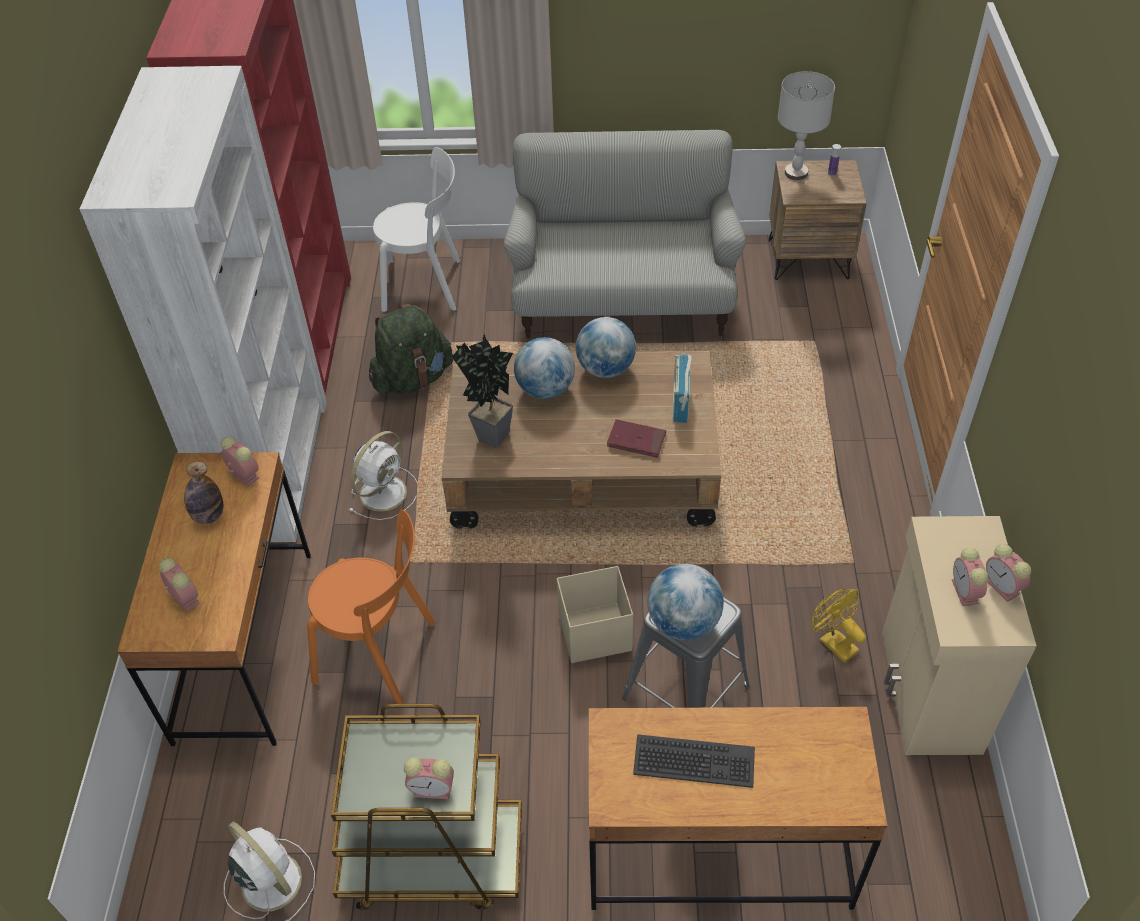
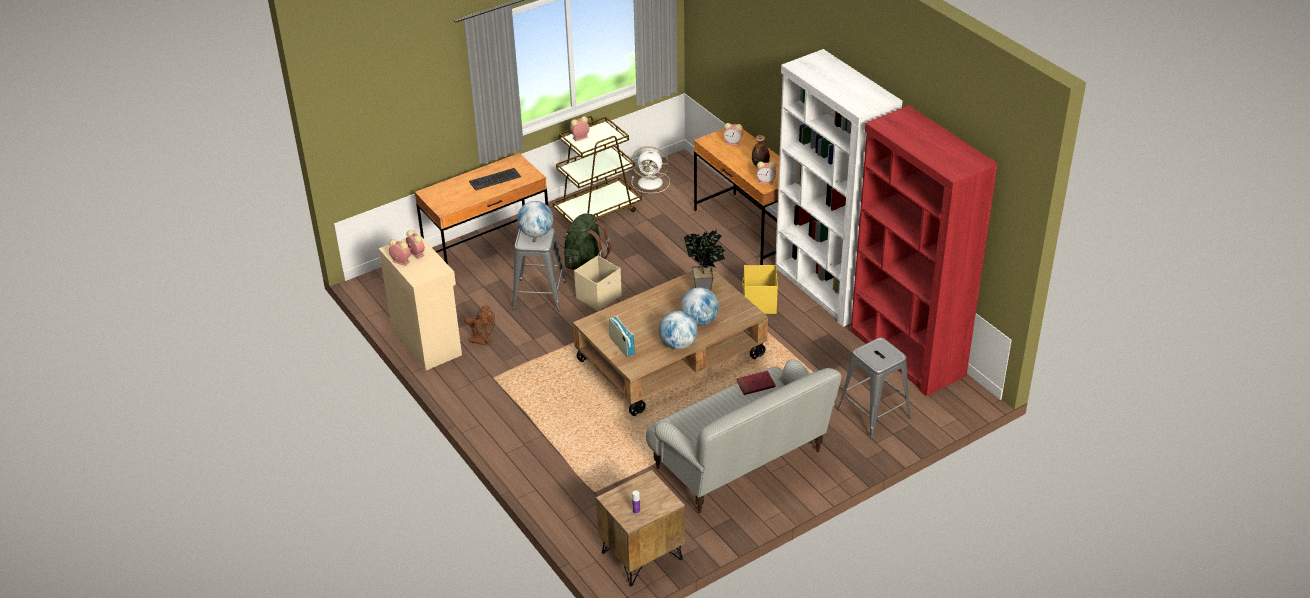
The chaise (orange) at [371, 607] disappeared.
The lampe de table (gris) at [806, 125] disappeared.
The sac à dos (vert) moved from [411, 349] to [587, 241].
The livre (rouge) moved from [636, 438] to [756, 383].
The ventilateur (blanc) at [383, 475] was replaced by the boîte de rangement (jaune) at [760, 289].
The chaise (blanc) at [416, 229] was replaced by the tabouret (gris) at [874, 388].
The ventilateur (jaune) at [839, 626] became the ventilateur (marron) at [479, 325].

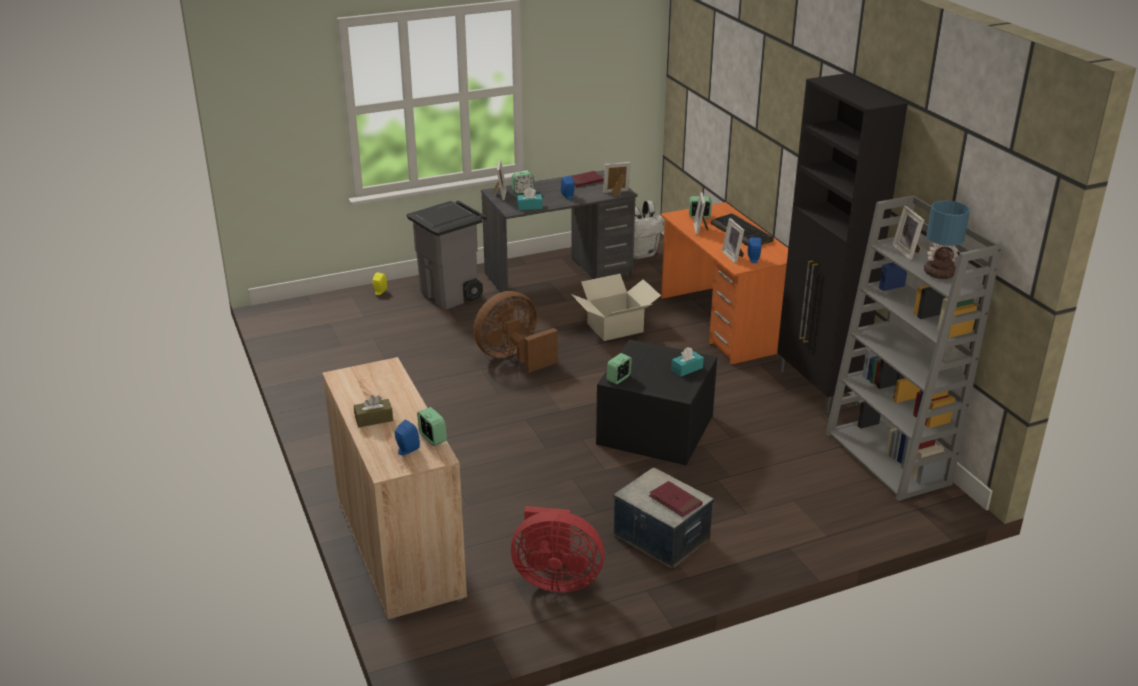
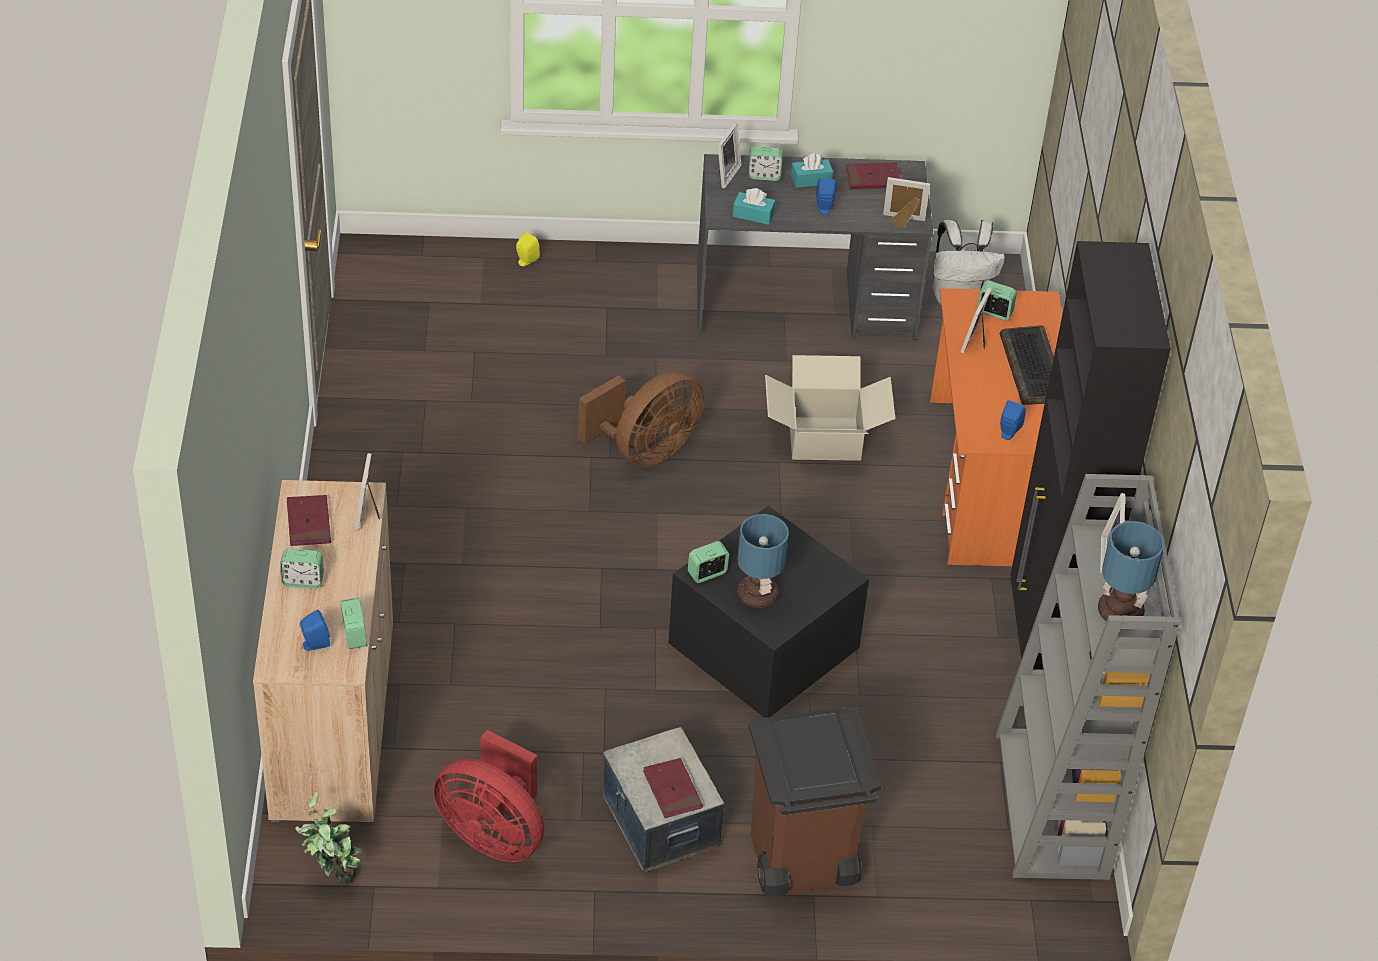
The poubelle (gris) at [447, 255] disappeared.
The livre (rouge) at [309, 520] appeared.
The plante en pot at [329, 838] appeared.
The lampe de table at [763, 561] appeared.
The poubelle (marron) at [815, 801] appeared.
The boîte à mouchoirs (turquoise) moved from [687, 361] to [812, 170].
The cadre photo moved from [733, 241] to [367, 492].
The boîte à mouchoirs (marron) at [373, 411] was replaced by the réveil at [302, 569].
The ventilateur (marron) at [515, 332] turned 150 degrees clockwise.

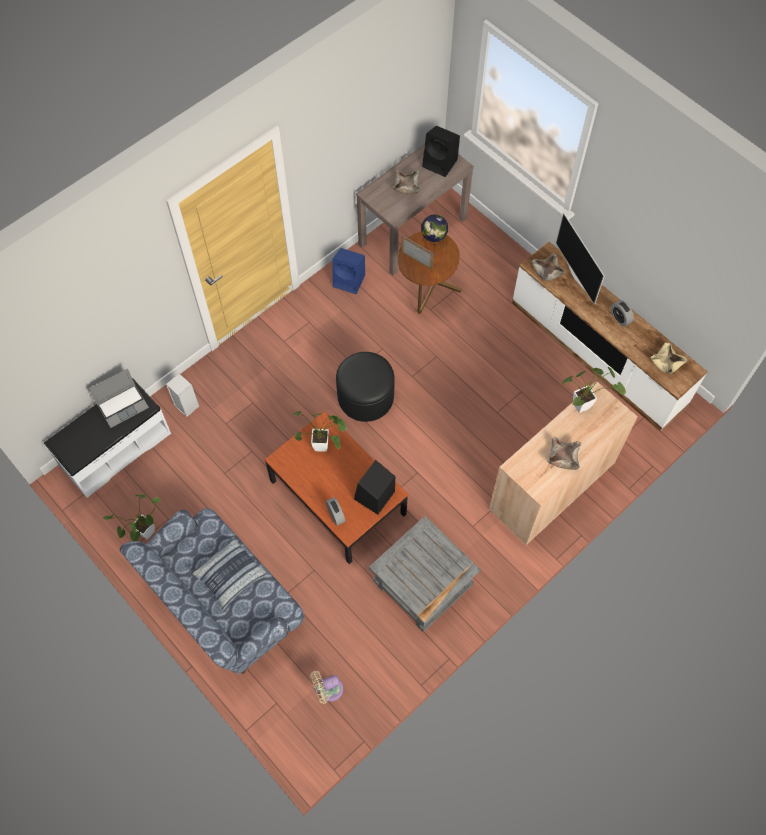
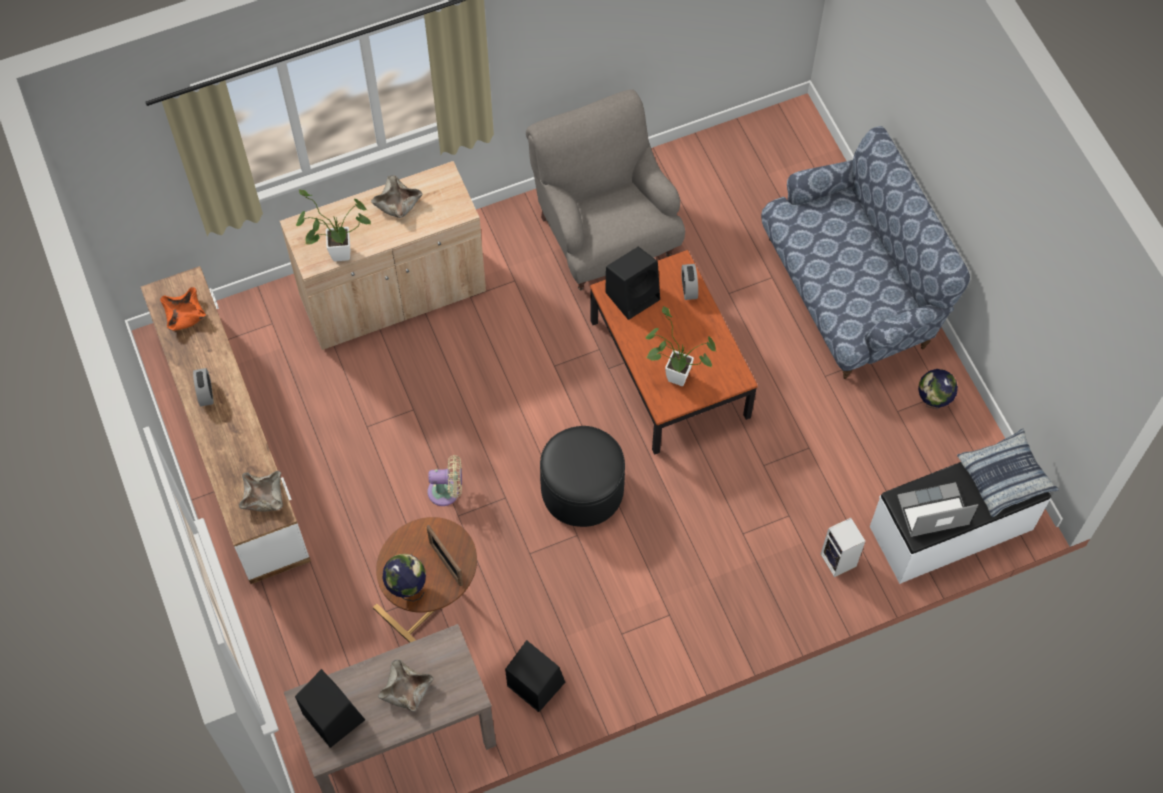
The téléviseur at [580, 259] disappeared.
The coussin moved from [229, 573] to [1008, 473].
The ventilateur (beige) moved from [326, 687] to [445, 480].
The plante en pot at [131, 517] was replaced by the globe at [938, 389].
The table d'appoint (gris) at [425, 574] was replaced by the fauteuil (gris) at [605, 190].
The enceinte (bleu) at [348, 271] became the enceinte (noir) at [535, 676].
The bol (beige) at [669, 358] became the bol (orange) at [183, 309].

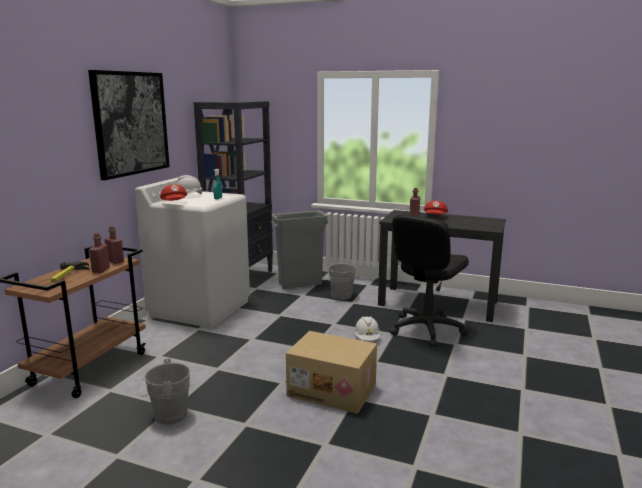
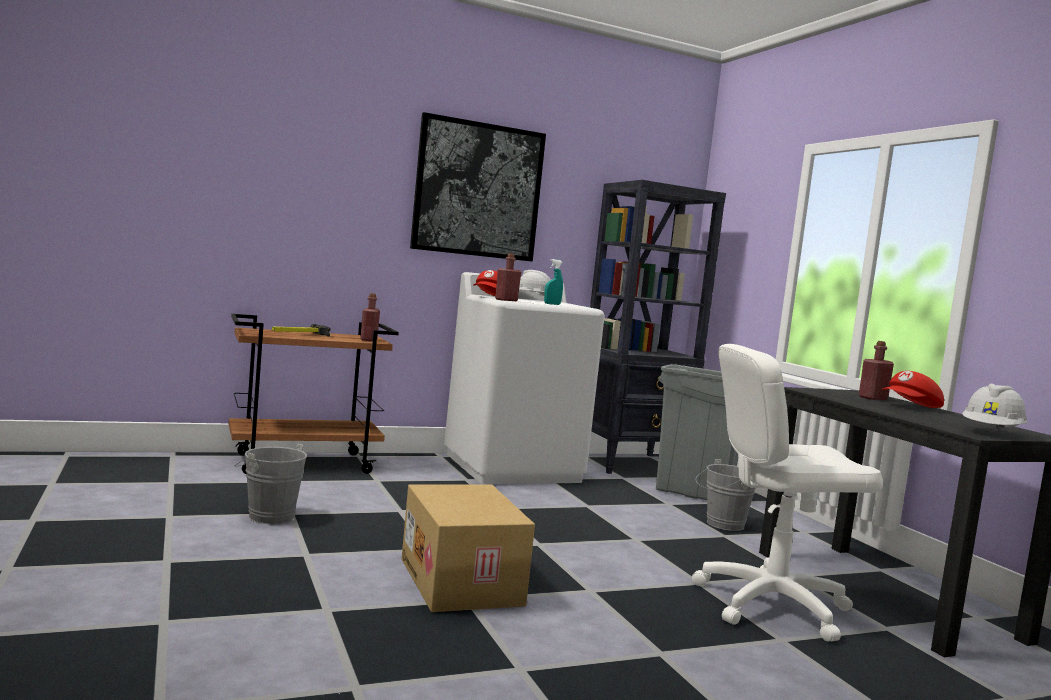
The bouteille (rouge) moved from [99, 253] to [508, 277].
The casque de chantier (blanc) moved from [367, 328] to [995, 406].
The chaise de bureau (noir) at [429, 280] became the chaise de bureau (blanc) at [787, 493].

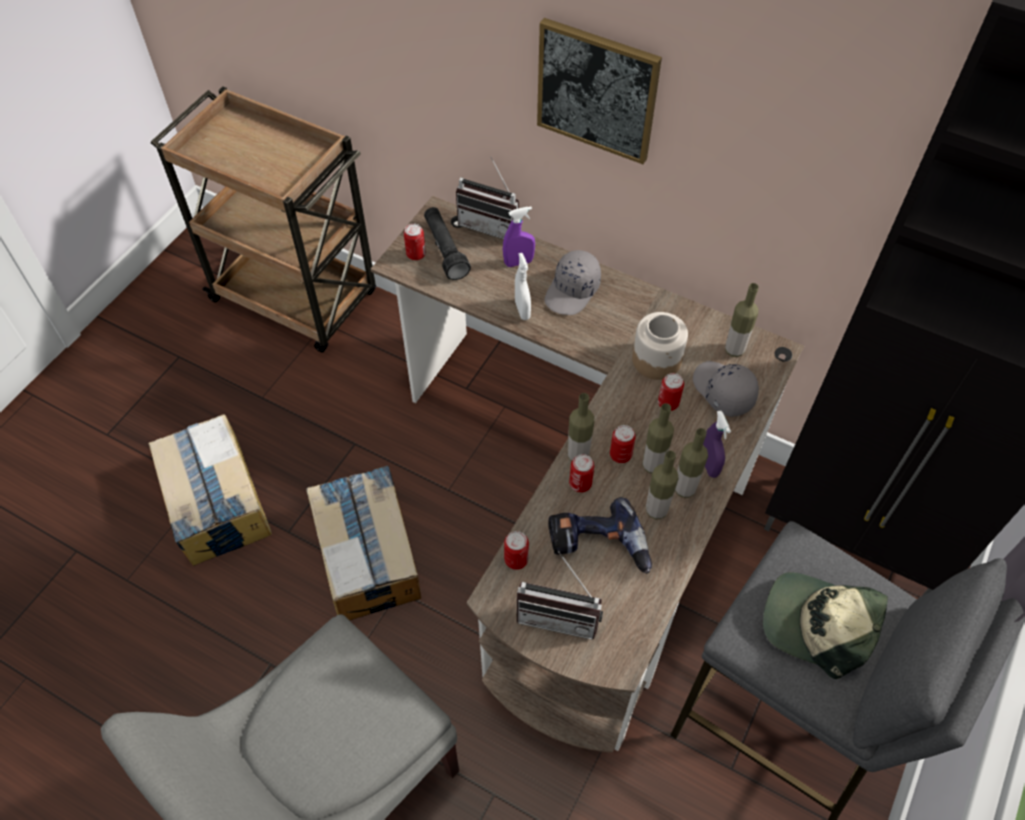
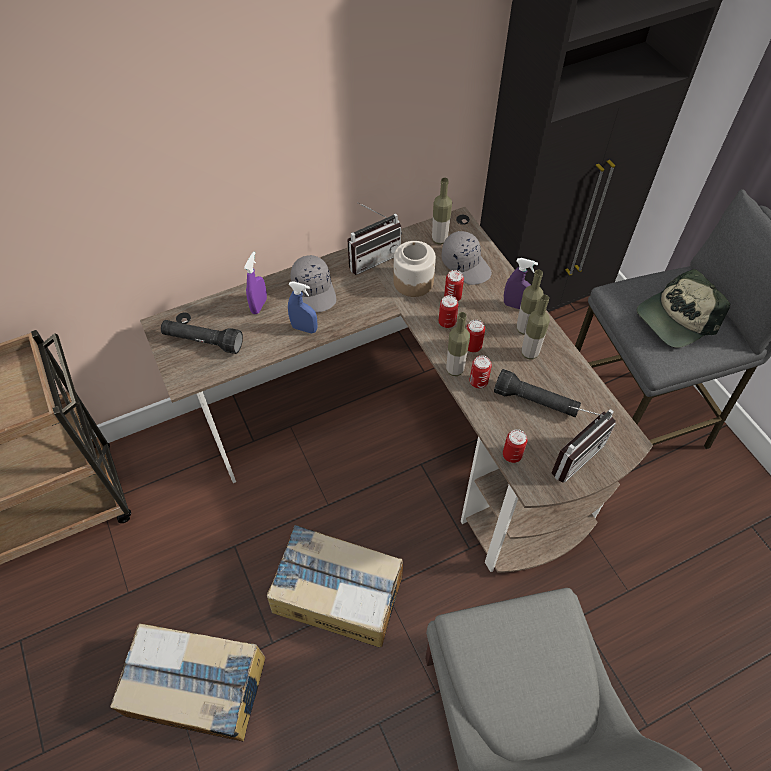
The tableau at [599, 91] disappeared.
The bouteille at [658, 438] disappeared.
The boîte métallique moved from [415, 242] to [448, 311].
The radio moved from [487, 197] to [374, 238].
The perceuse at [600, 535] was replaced by the lampe de poche (noir) at [537, 393].
The vaporisateur (blanc) at [523, 286] became the vaporisateur (bleu) at [303, 307].
The casquette (gris) at [726, 389] turned 135 degrees counterclockwise.

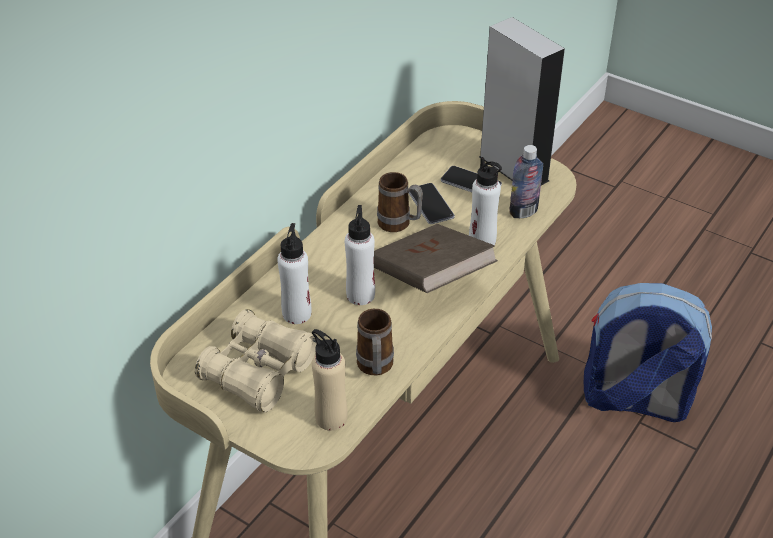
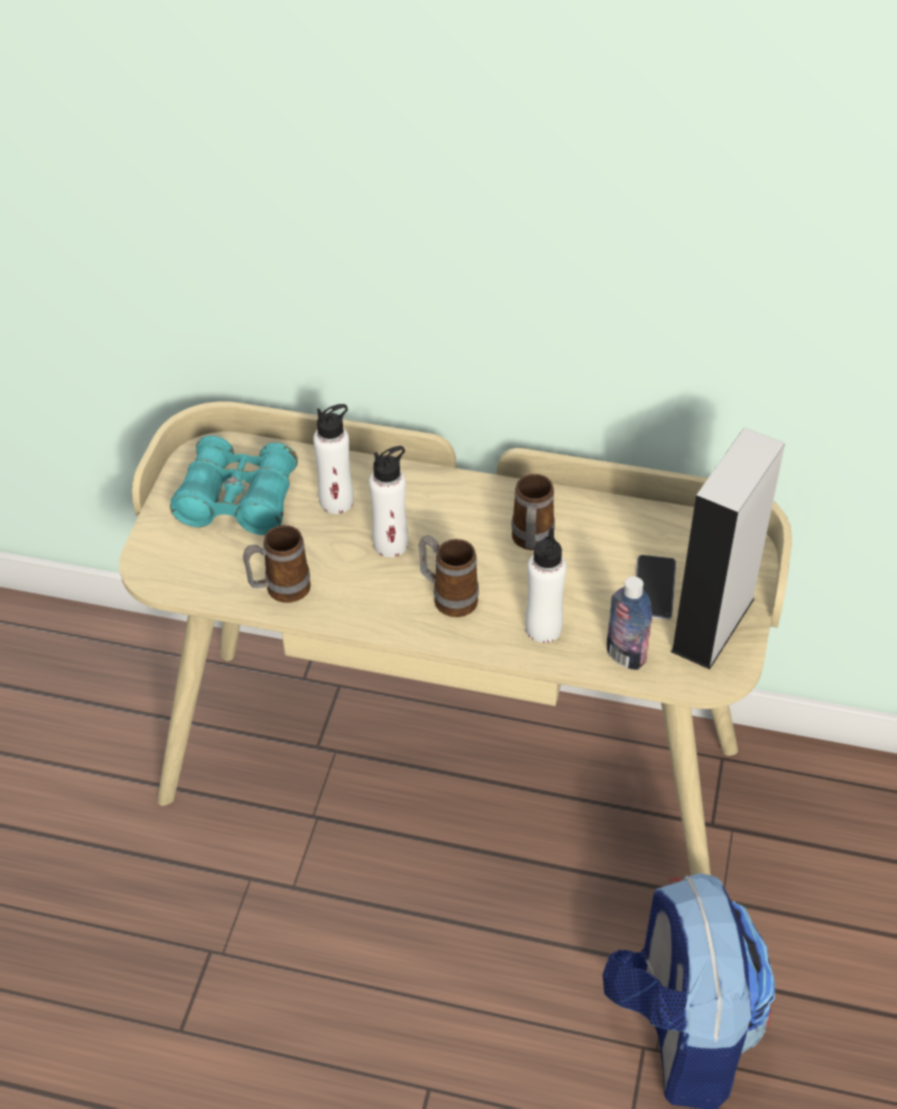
The bouteille (beige) at [329, 380] disappeared.
The téléphone at [432, 203] disappeared.
The livre (marron) at [436, 258] was replaced by the mug at [448, 576].
The jumelles (beige) at [255, 360] became the jumelles (turquoise) at [234, 485].

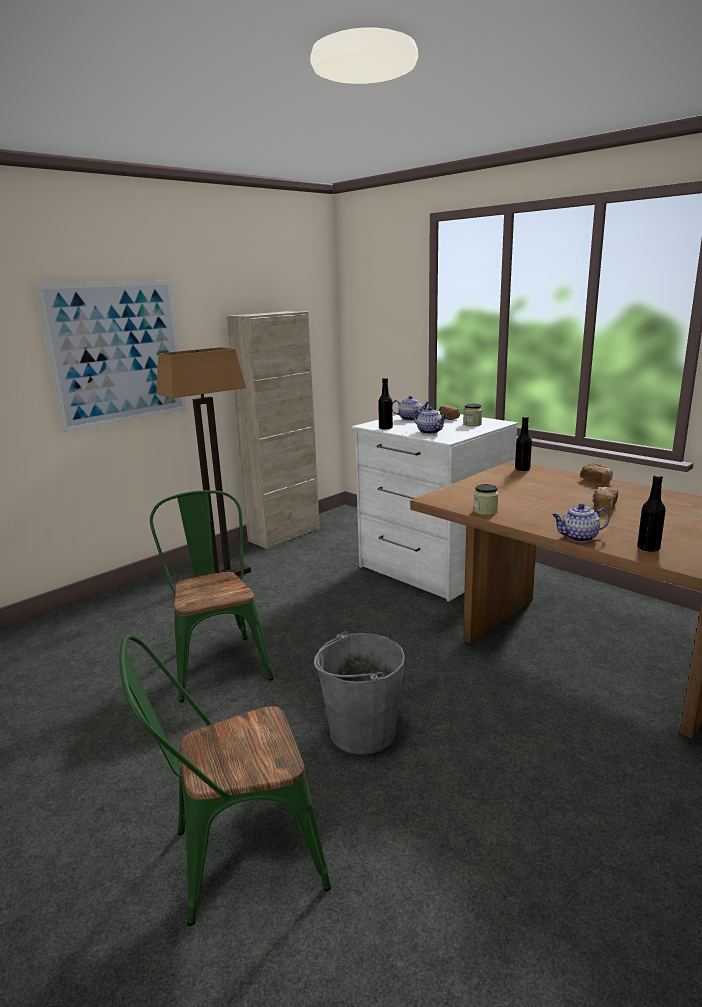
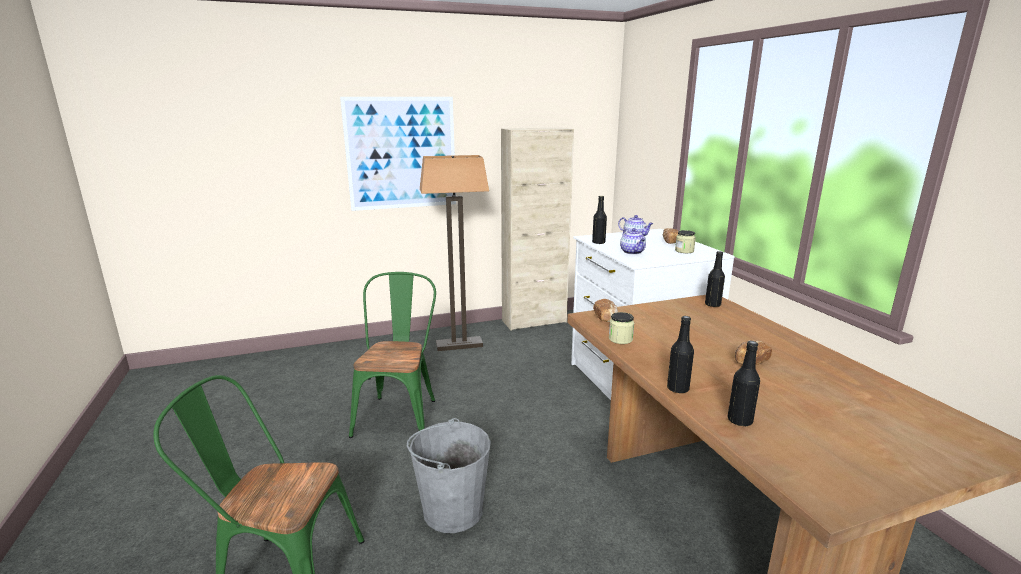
The pain moved from [596, 473] to [605, 310].
The théière at [581, 522] was replaced by the bouteille (noir) at [680, 355].

